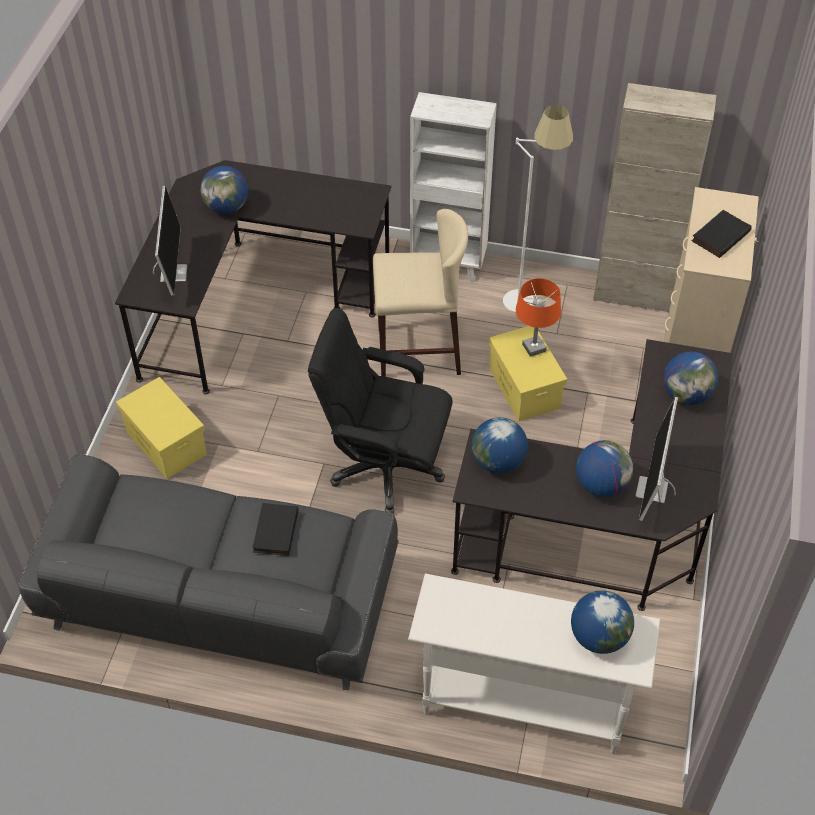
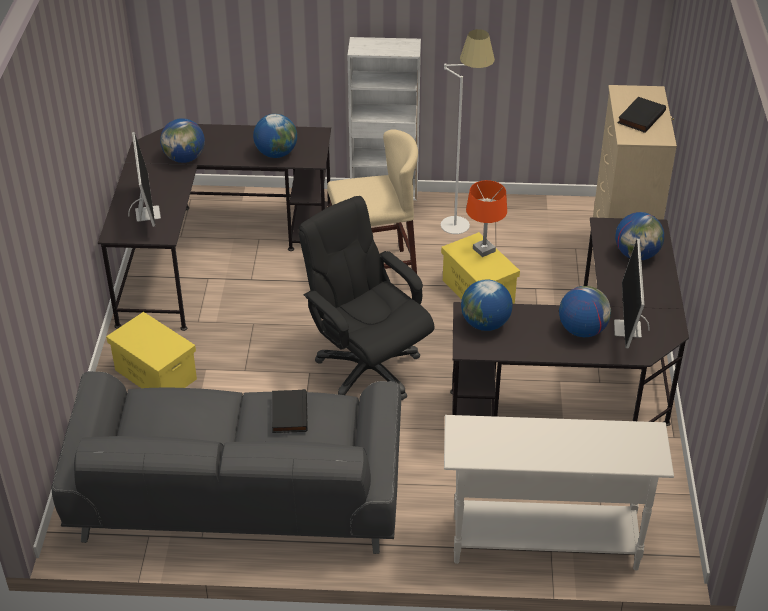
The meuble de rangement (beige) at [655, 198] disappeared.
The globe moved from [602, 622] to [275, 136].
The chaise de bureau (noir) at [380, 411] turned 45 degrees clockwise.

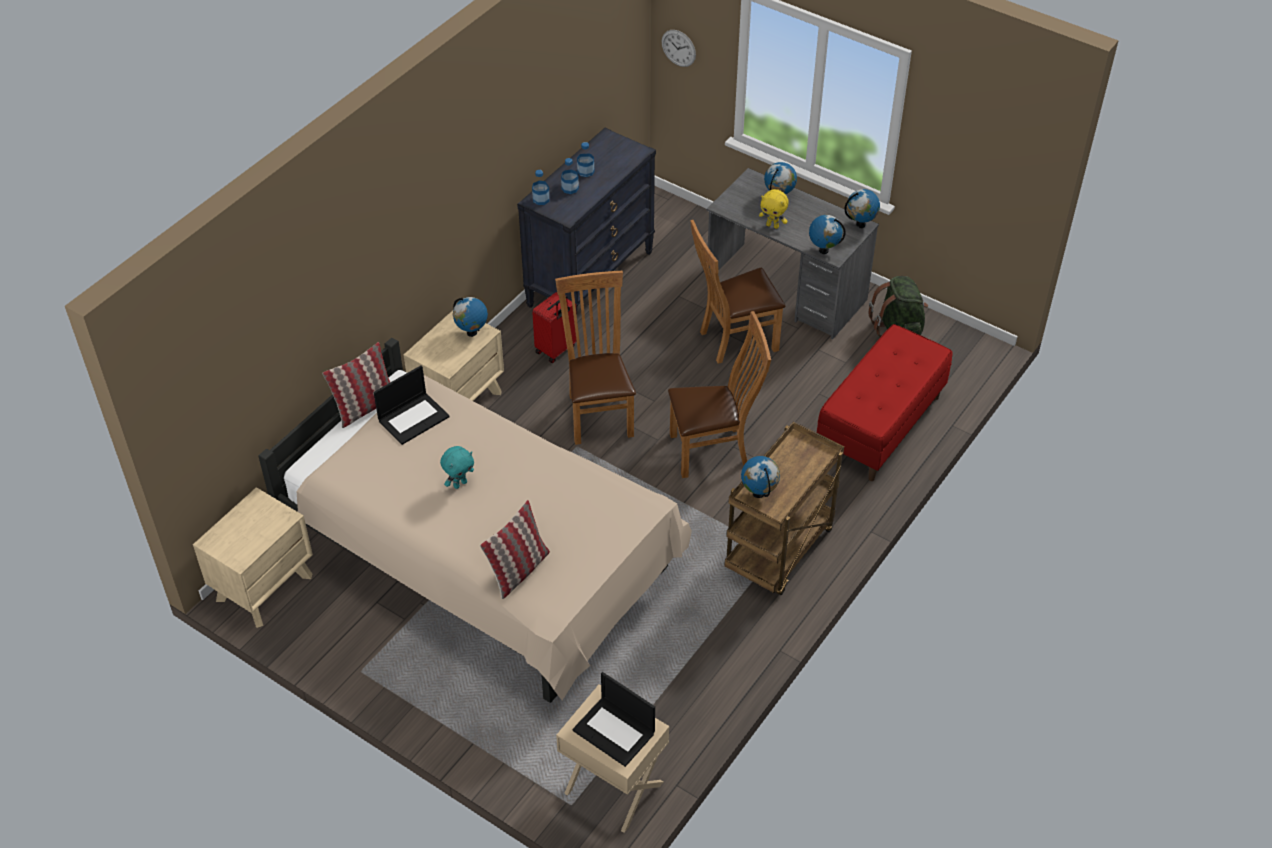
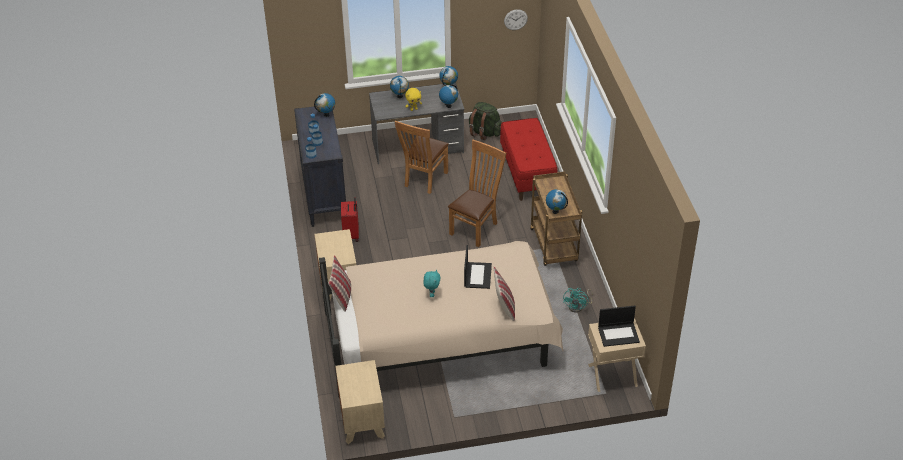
The chaise (marron) at [595, 358] disappeared.
The ventilateur (turquoise) at [578, 300] appeared.
The ordinateur portable moved from [412, 405] to [478, 267].
The globe moved from [470, 317] to [324, 105].
The horloge murale moved from [679, 48] to [516, 19].

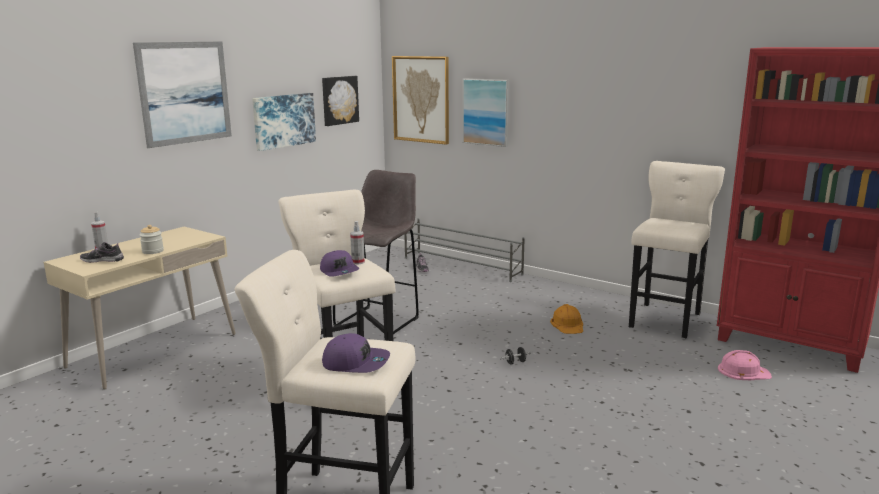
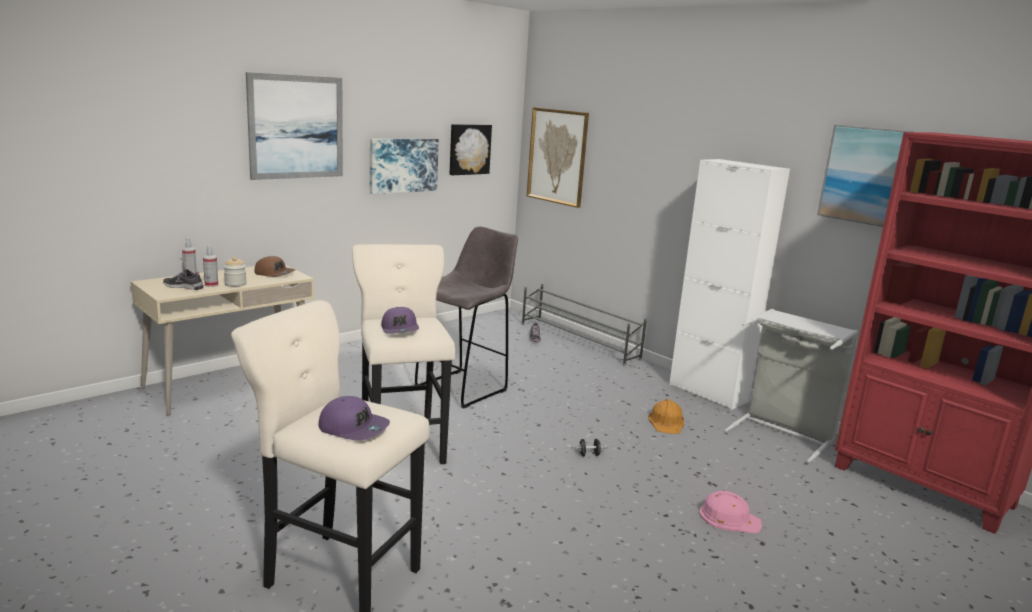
The casquette (marron) at [275, 266] appeared.
The meuble de rangement (blanc) at [729, 284] appeared.
The vaporisateur moved from [357, 242] to [210, 266].
The tableau moved from [486, 112] to [865, 176].
The casque de chantier (rose) moved from [745, 365] to [730, 512].
The tabouret (beige) at [677, 249] was replaced by the panier à linge (gris) at [791, 386].

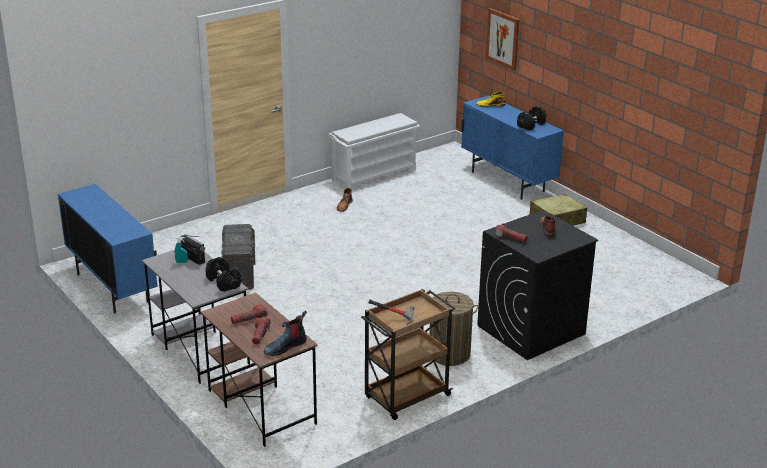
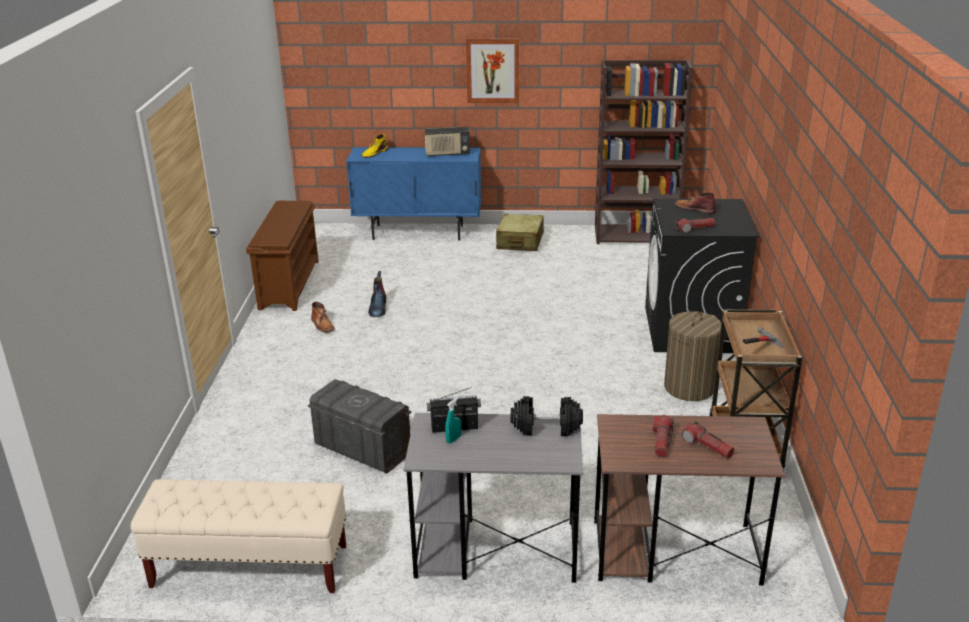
The bibliothèque (marron) at [644, 152] appeared.
The botte moved from [285, 333] to [377, 294].
The tableau moved from [503, 39] to [492, 71].
The meuble de rangement (bleu) at [108, 248] was replaced by the banc (beige) at [239, 536].
The haltère (noir) at [531, 118] was replaced by the radio at [447, 142].
The étagère à chaussures (blanc) at [374, 151] became the étagère à chaussures (marron) at [282, 256].

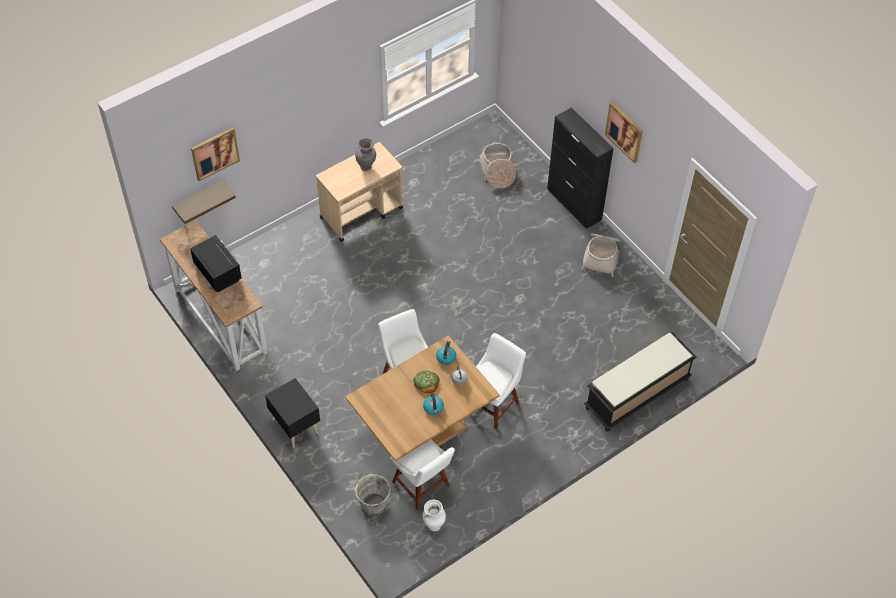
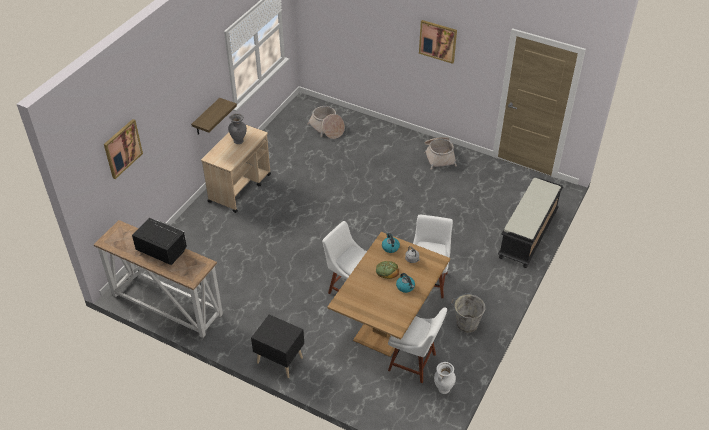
The meuble de rangement (noir) at [580, 168] disappeared.
The étagère moved from [204, 202] to [214, 116].
The seau (gris) moved from [372, 494] to [468, 313].

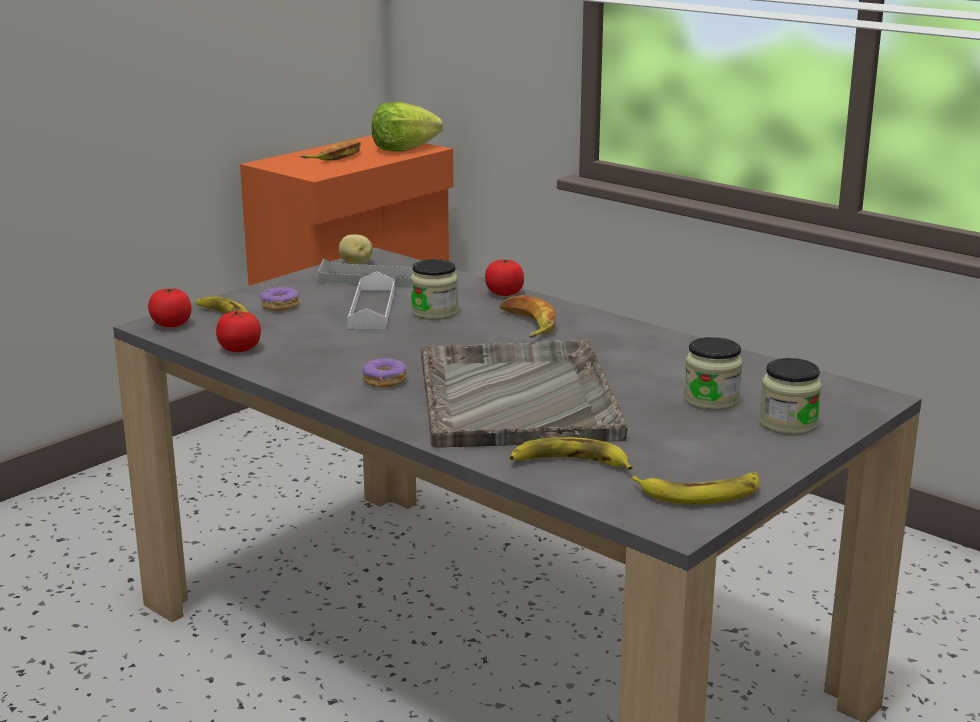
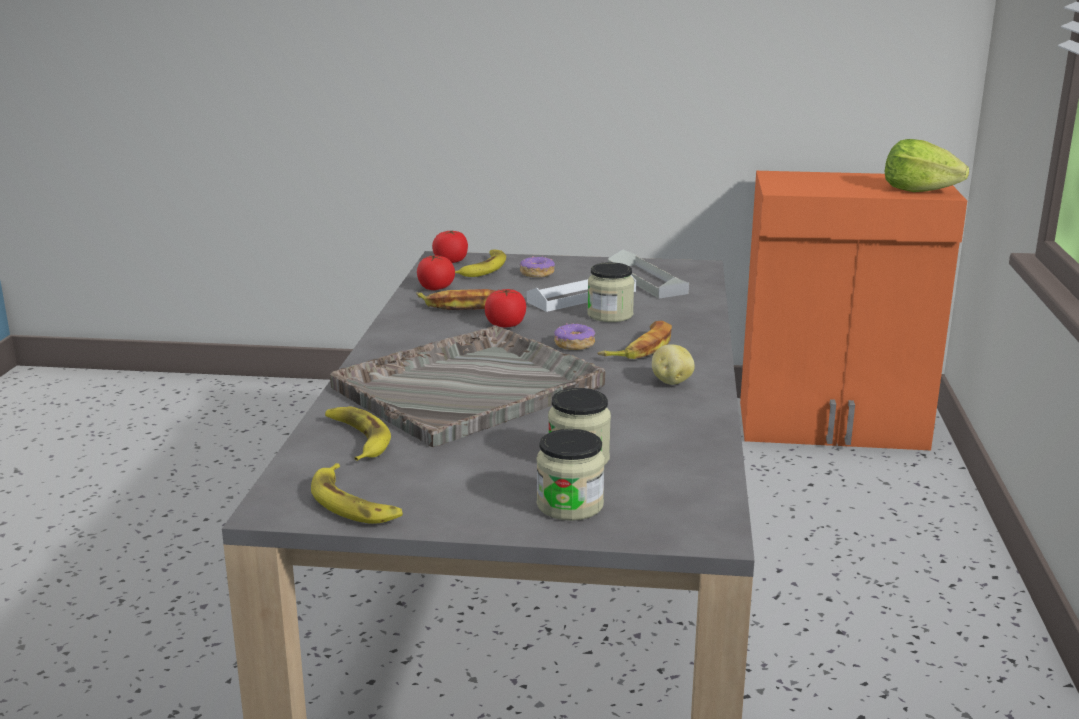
The banane moved from [330, 150] to [456, 299].
The pomme de terre moved from [356, 249] to [673, 364].
The beignet moved from [384, 373] to [574, 336].
The tomate moved from [504, 278] to [505, 308].

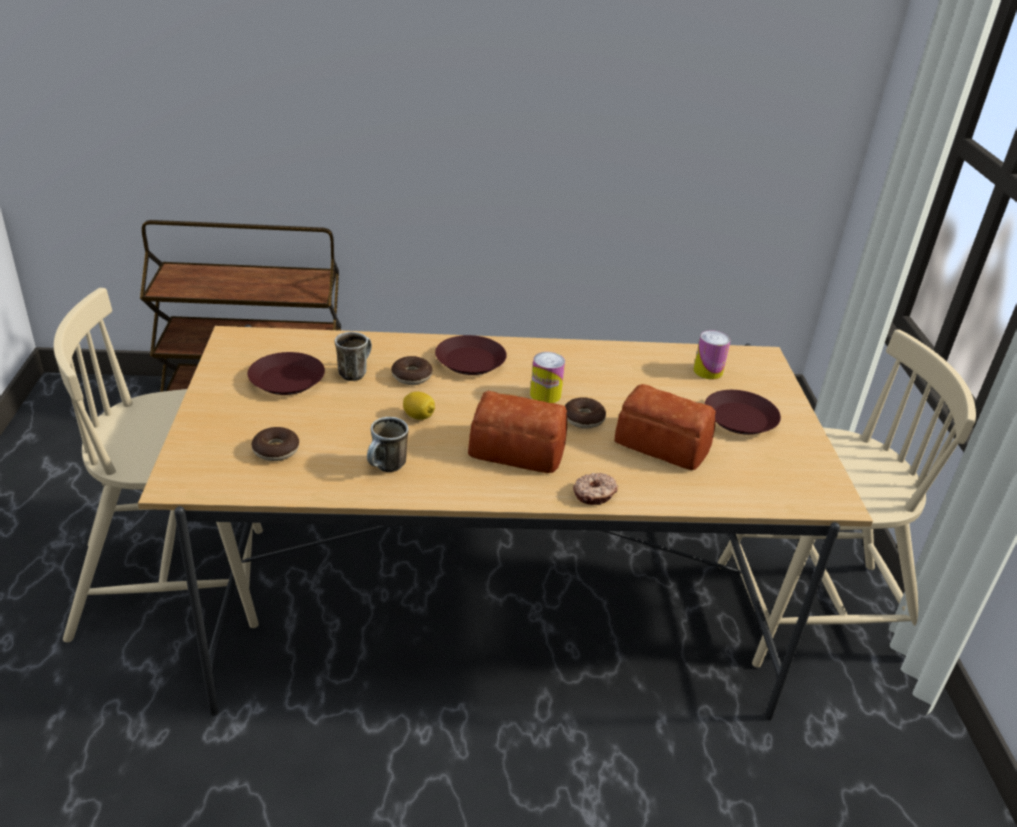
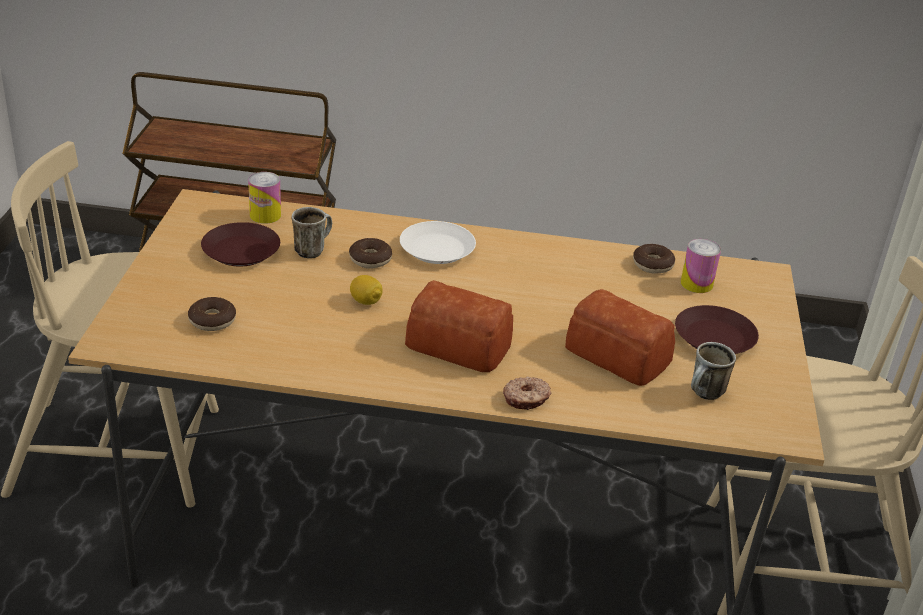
The mug moved from [388, 444] to [713, 371].
The boîte métallique moved from [547, 377] to [264, 198].
The beignet moved from [585, 413] to [654, 258].
The assiette (marron) at [471, 355] became the assiette (blanc) at [438, 242].

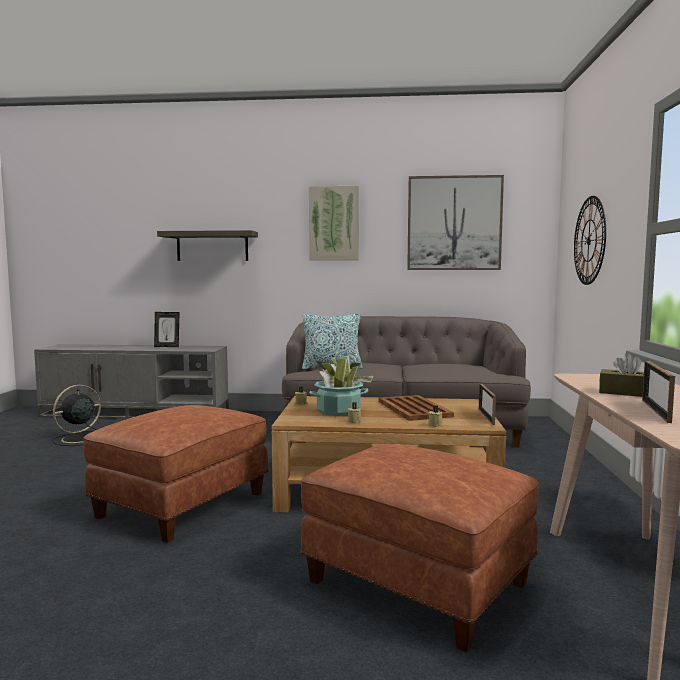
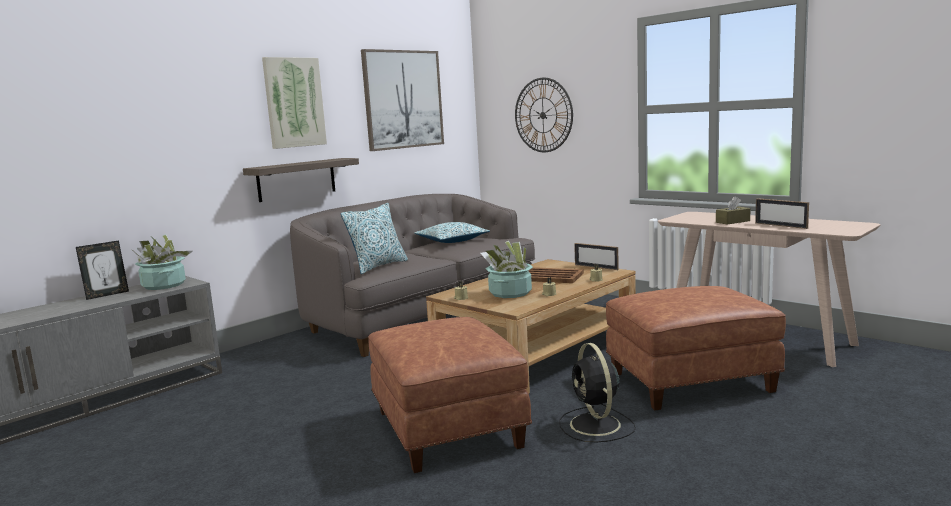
The plante en pot at [162, 262] appeared.
The coussin at [452, 232] appeared.
The ventilateur (noir) moved from [76, 415] to [597, 392].
The étagère moved from [207, 245] to [301, 180].

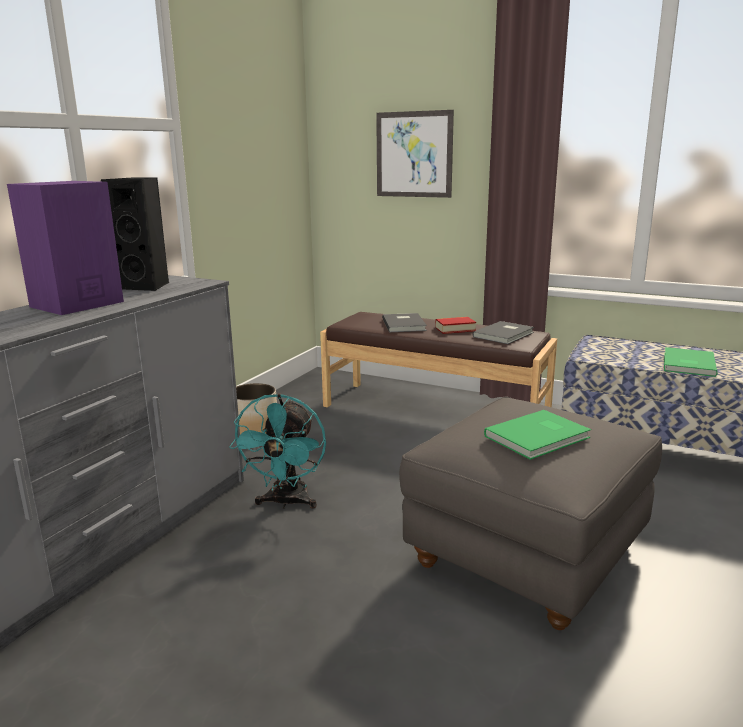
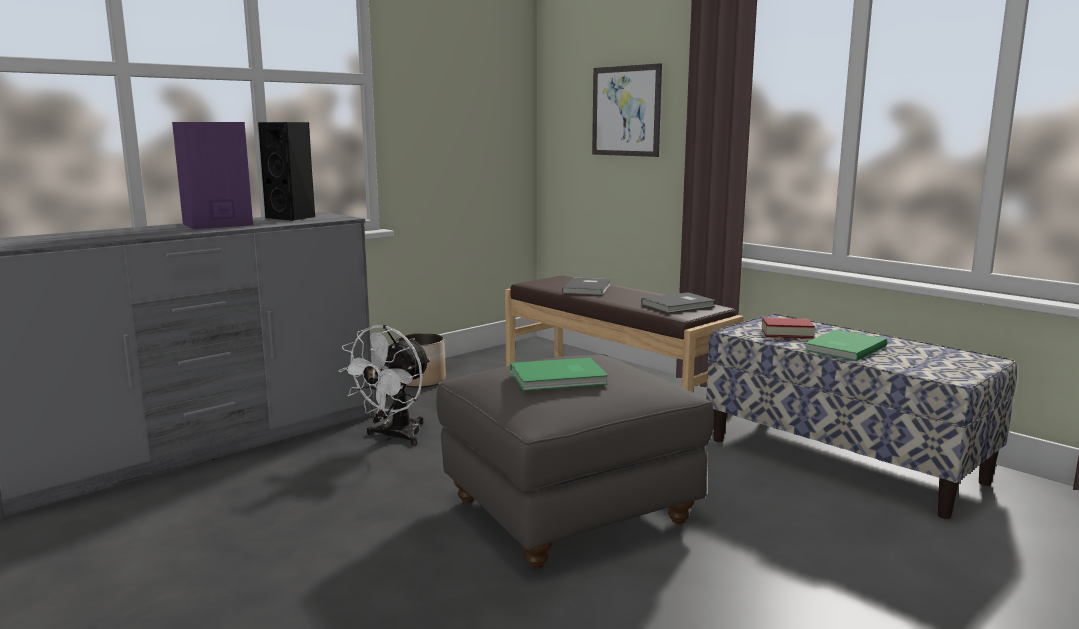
The livre moved from [455, 325] to [788, 328].
The ventilateur (turquoise) at [277, 451] became the ventilateur (blanc) at [384, 385].

